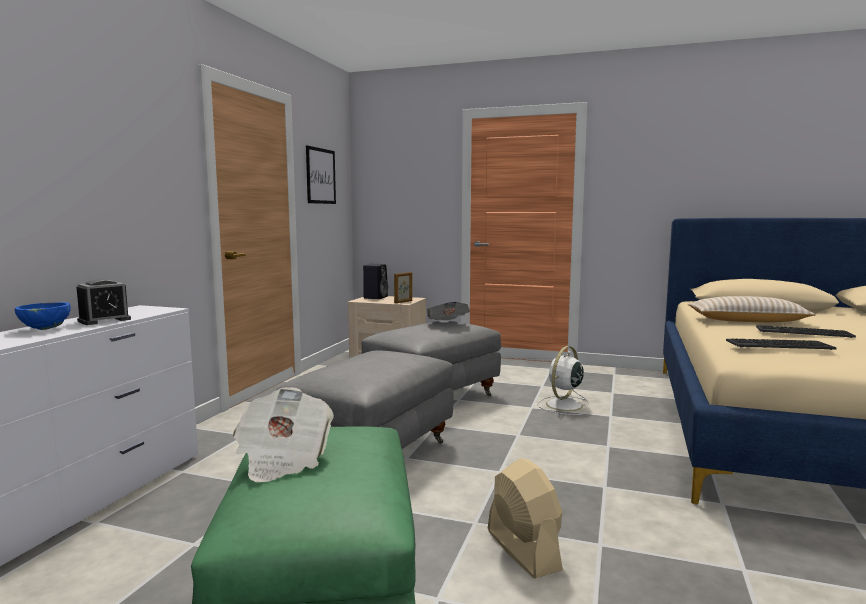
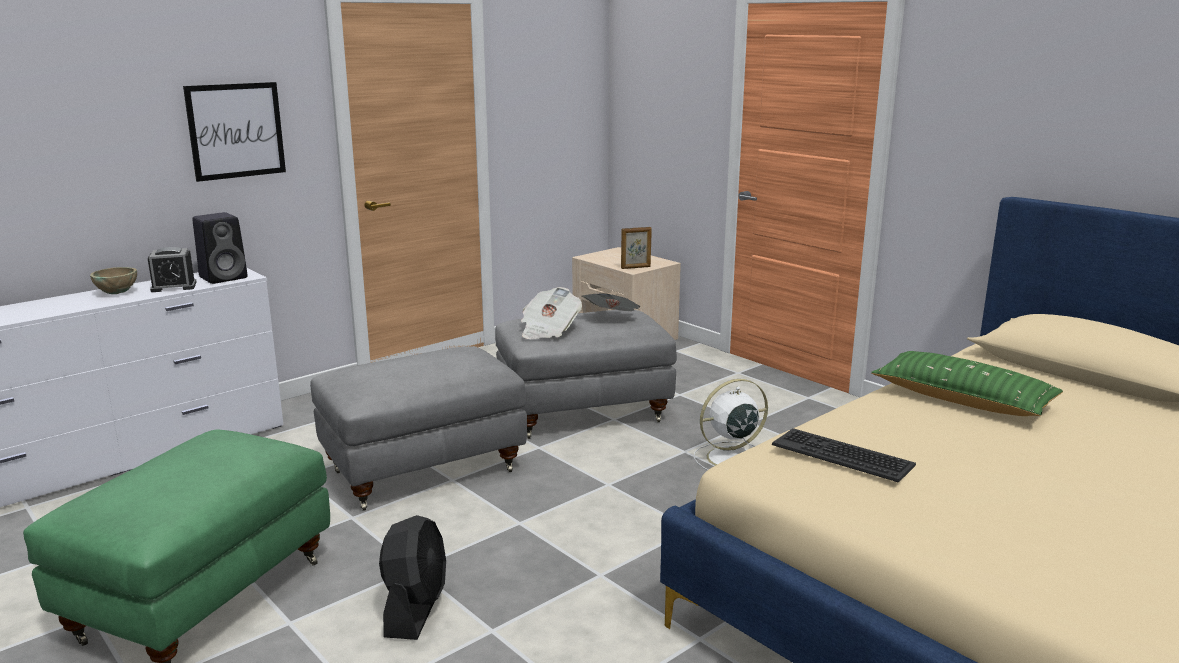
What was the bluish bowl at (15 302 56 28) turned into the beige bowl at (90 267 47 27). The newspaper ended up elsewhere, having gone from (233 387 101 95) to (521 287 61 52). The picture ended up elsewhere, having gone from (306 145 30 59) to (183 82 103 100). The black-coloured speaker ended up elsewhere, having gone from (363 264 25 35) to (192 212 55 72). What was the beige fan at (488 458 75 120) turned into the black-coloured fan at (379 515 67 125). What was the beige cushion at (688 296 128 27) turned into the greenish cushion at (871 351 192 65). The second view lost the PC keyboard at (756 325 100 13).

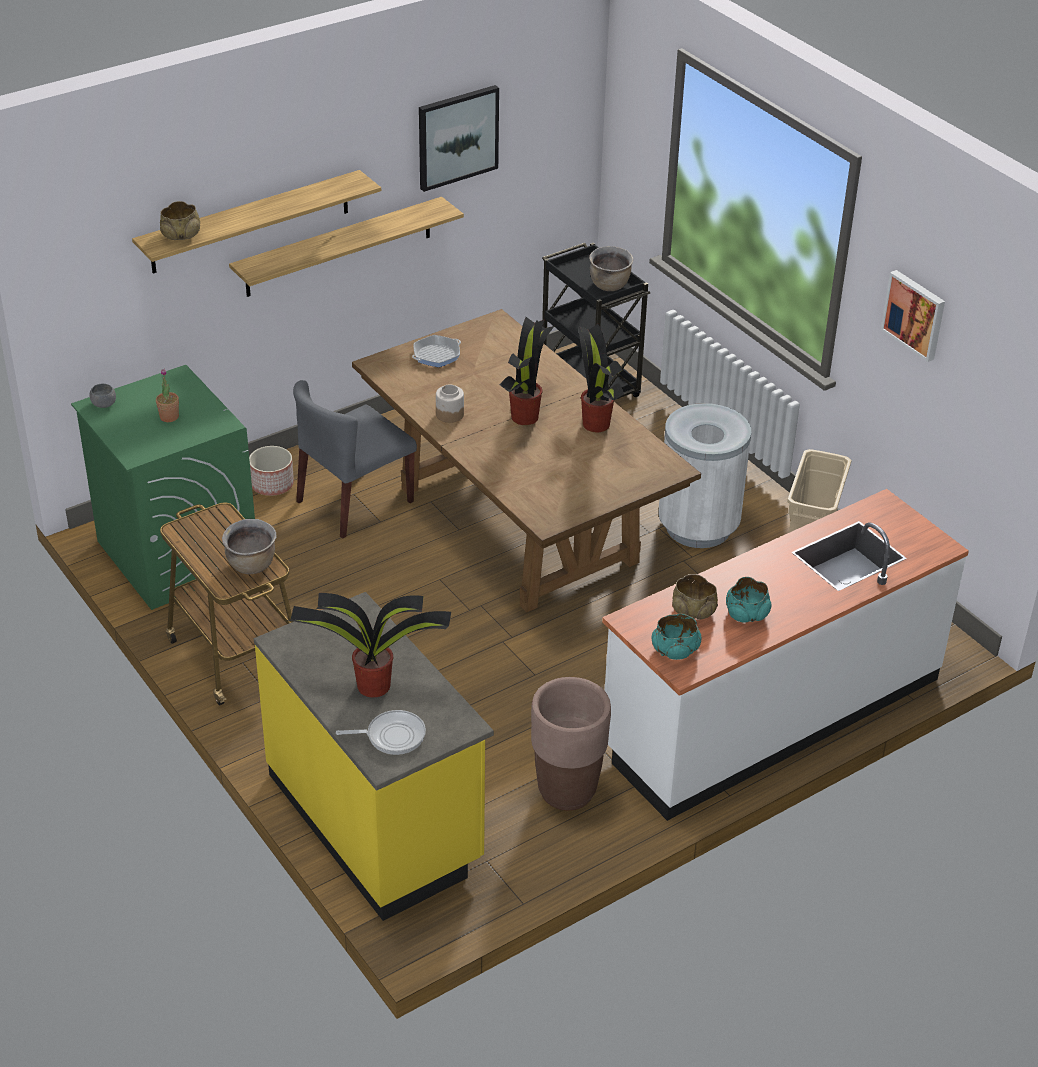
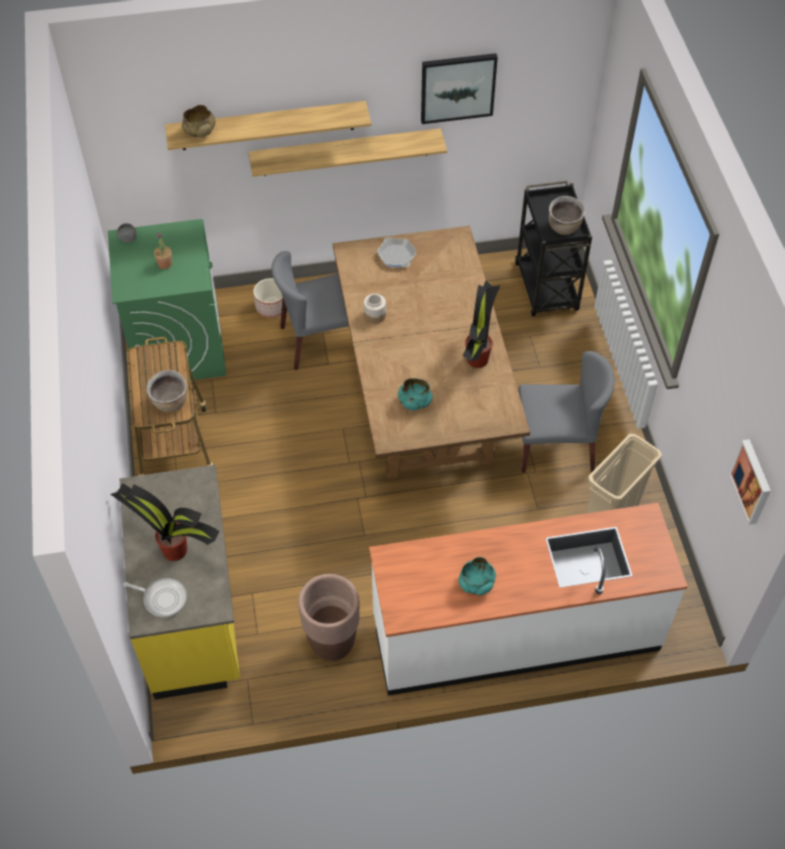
The frying pan at (412 335 49 32) ended up facing another way, 75 degrees clockwise from before. The second view lost the plant in a pot at (500 317 54 108). The turquoise-coloured bowl ended up elsewhere, having gone from (652 614 49 46) to (398 378 34 32). Where the white-coloured rubbish bin stood at (658 403 93 145), the gray plain chair came to stand at (518 351 97 122). The second view lost the beige bowl at (672 574 46 46). The picture ended up elsewhere, having gone from (881 270 64 92) to (729 439 42 86).

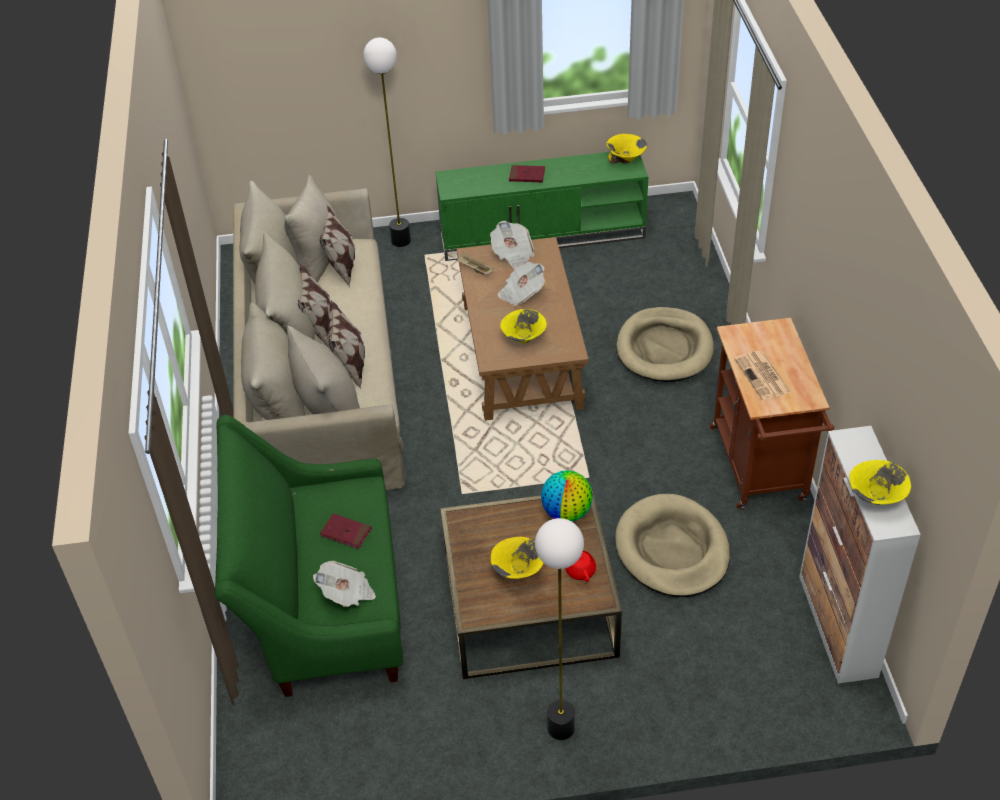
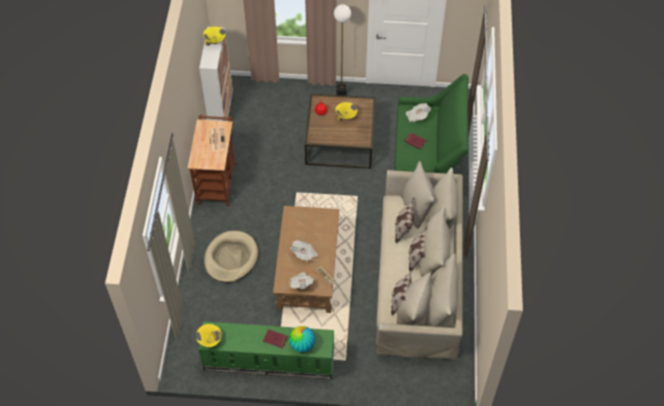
The second view lost the standard lamp at (363 38 48 209). The second view lost the yellow-coloured bowl at (500 309 47 34). The desk globe ended up elsewhere, having gone from (541 470 52 52) to (289 326 26 26). The second view lost the beige dog cushion at (615 494 115 103).

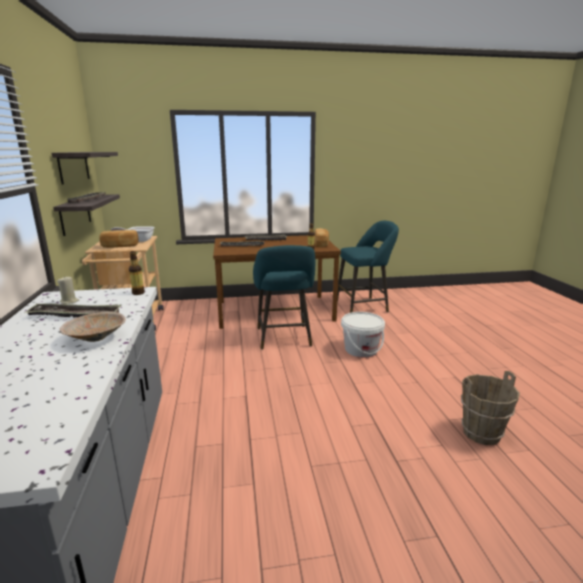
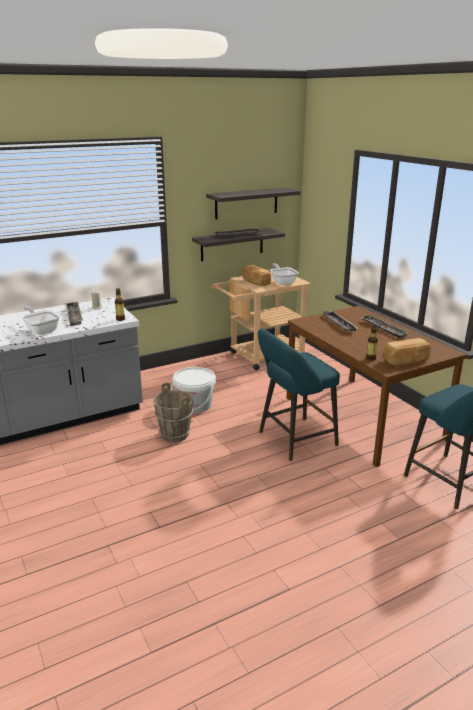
Where the beige bowl stood at (60 312 66 30), the frying pan came to stand at (22 306 38 29). The white-coloured water bucket ended up elsewhere, having gone from (341 312 44 45) to (171 367 45 47). The brown water bucket ended up elsewhere, having gone from (461 371 59 74) to (153 383 40 60).

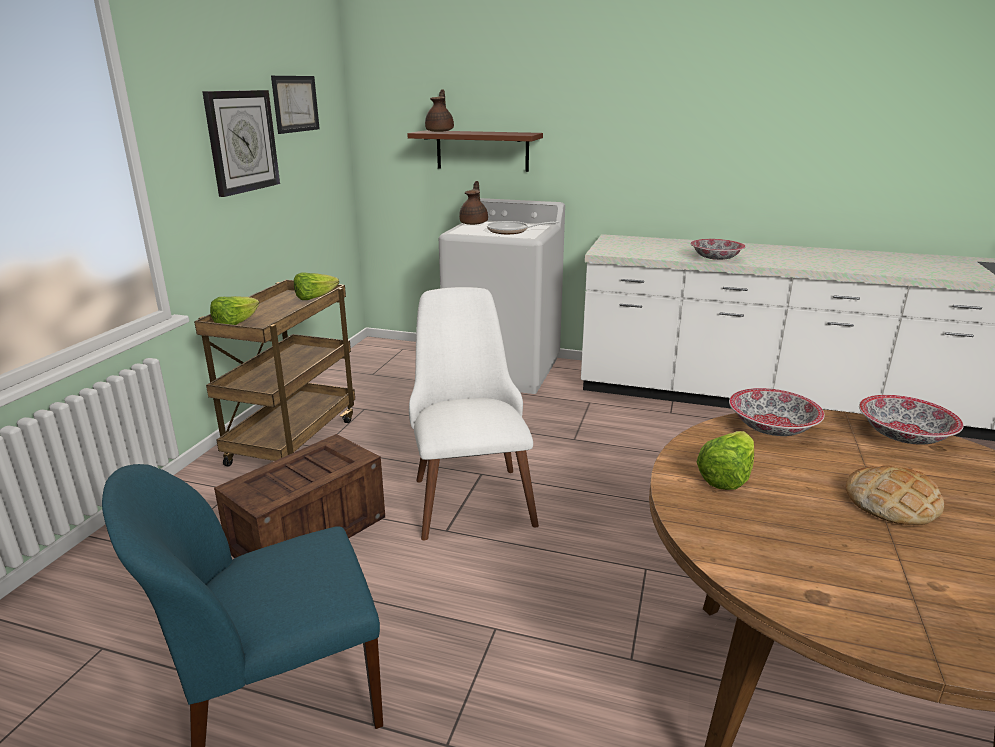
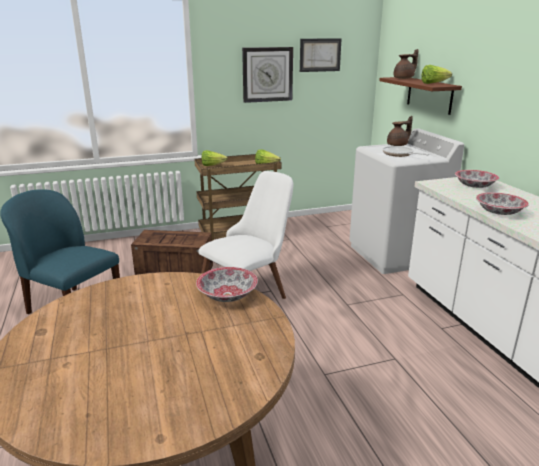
The lettuce head ended up elsewhere, having gone from (697 431 57 59) to (421 65 31 19). The second view lost the baked bread at (846 465 98 60). The bowl ended up elsewhere, having gone from (859 395 105 50) to (455 170 44 18).

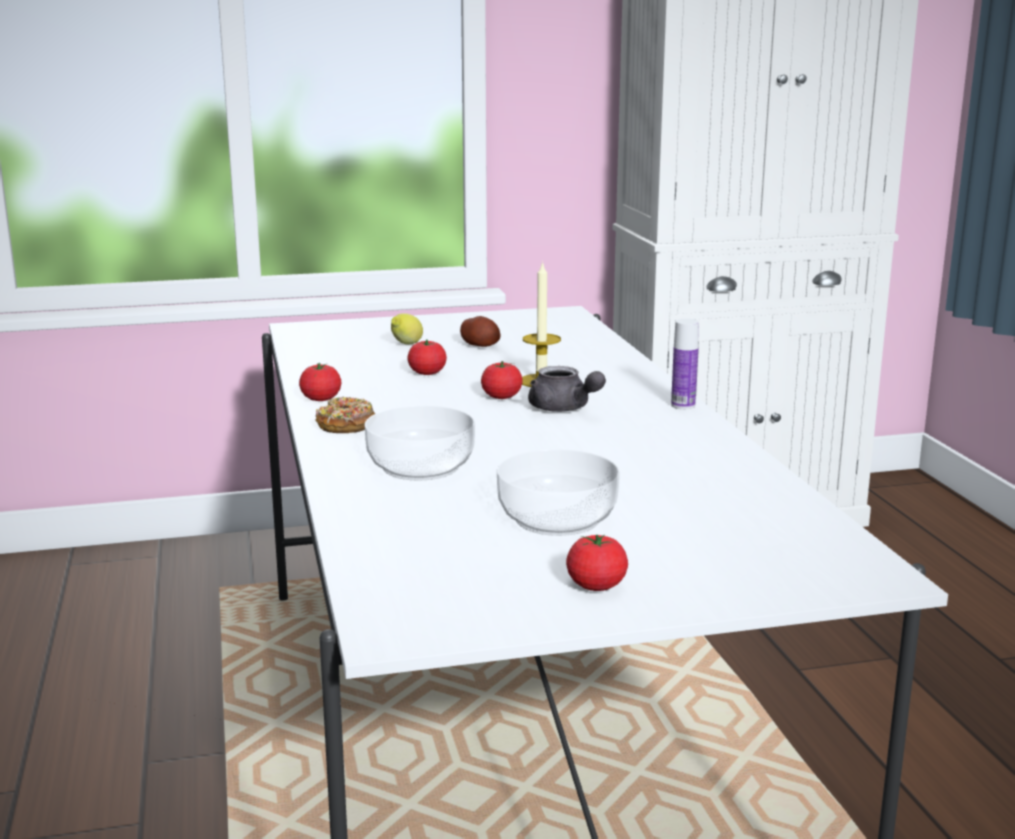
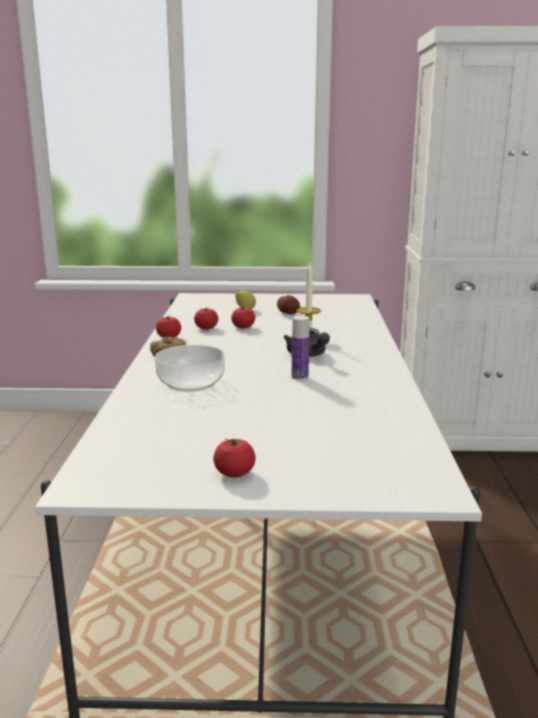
The whole tomato ended up elsewhere, having gone from (481 361 42 38) to (194 307 24 22). The second view lost the bowl at (497 449 123 87). The bottle ended up elsewhere, having gone from (671 319 28 90) to (292 316 17 64).

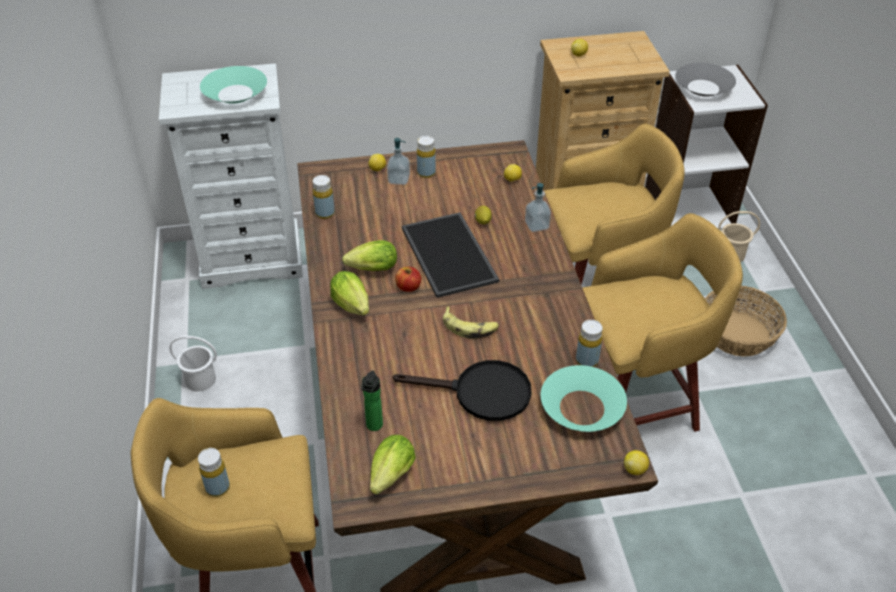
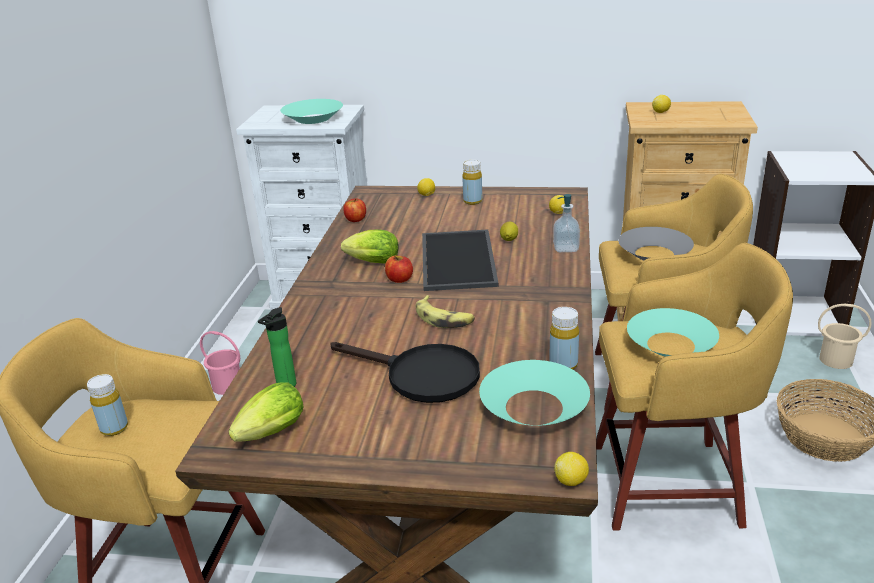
What was the white-coloured water bucket at (169 336 48 56) turned into the pink-coloured water bucket at (200 331 40 64). Where the yellow-coloured bottle stood at (313 175 22 44), the apple fruit came to stand at (343 198 23 24). The second view lost the lettuce head at (330 271 39 44). The second view lost the soap dispenser at (387 138 23 47). The gray bowl ended up elsewhere, having gone from (675 63 61 33) to (618 227 76 34). The second view gained the turquoise-coloured bowl at (627 308 92 49).

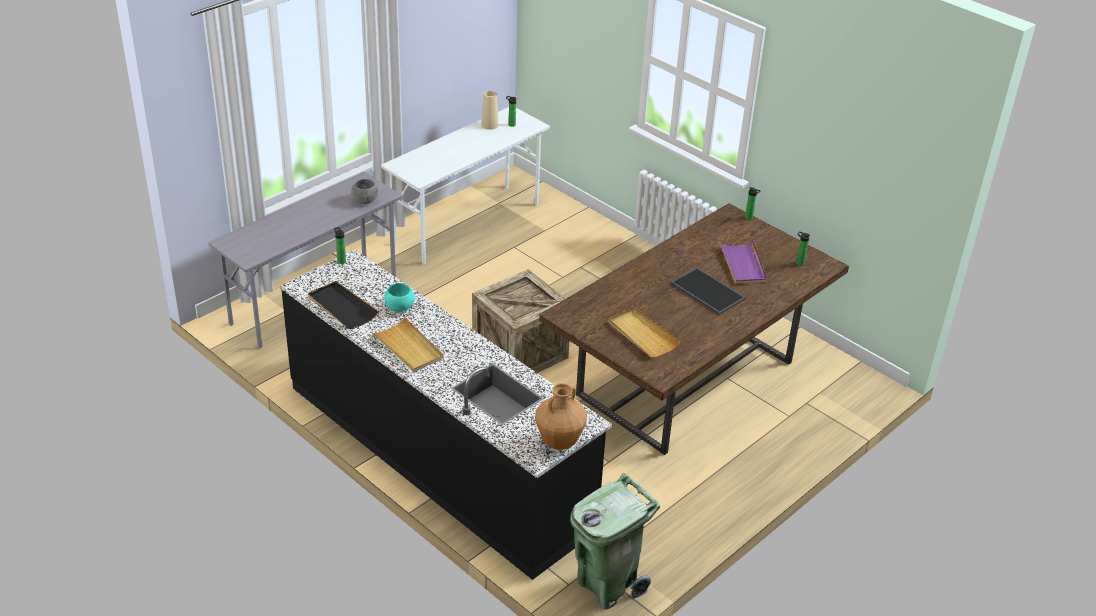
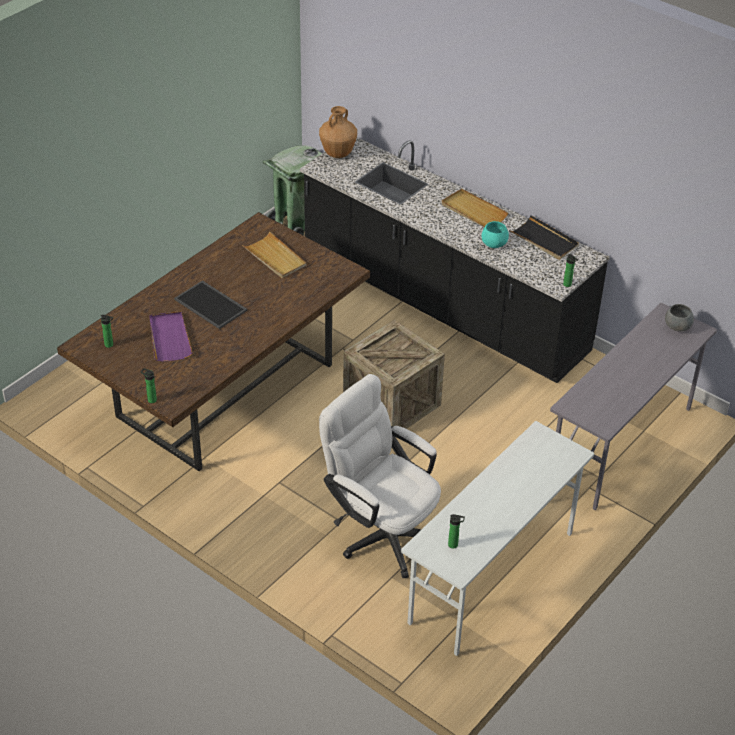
The gray bowl ended up elsewhere, having gone from (351 179 27 25) to (665 304 29 28). The second view lost the beige flower vase at (481 91 17 39). The second view gained the white-coloured computer chair at (319 374 122 204).

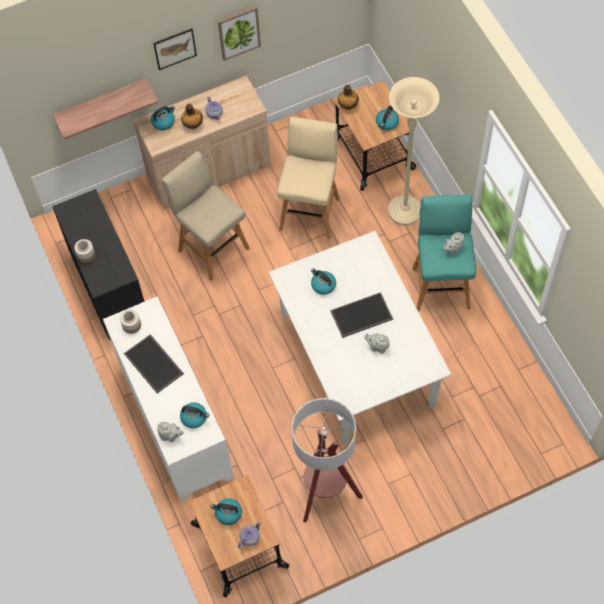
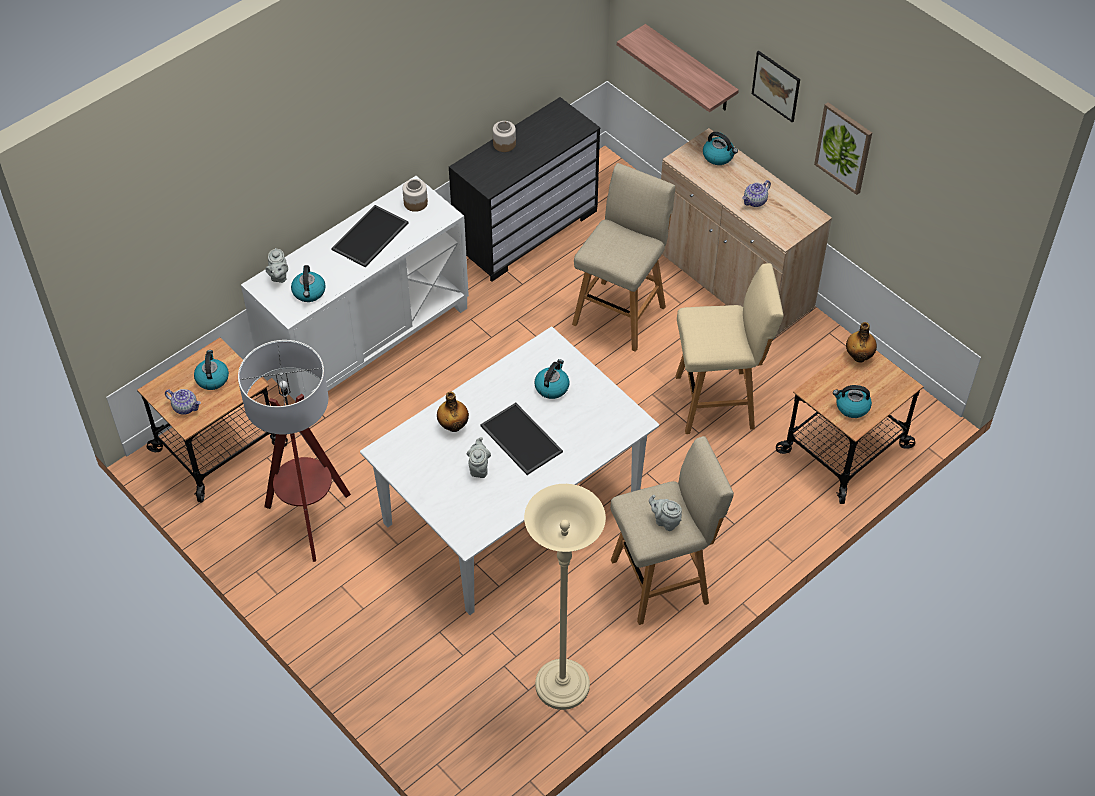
The bottle ended up elsewhere, having gone from (181 103 22 26) to (437 392 32 40). The beige standard lamp ended up elsewhere, having gone from (388 77 52 149) to (524 484 82 226). What was the turquoise-coloured sitting stool at (412 194 64 118) turned into the beige sitting stool at (610 436 124 189).

